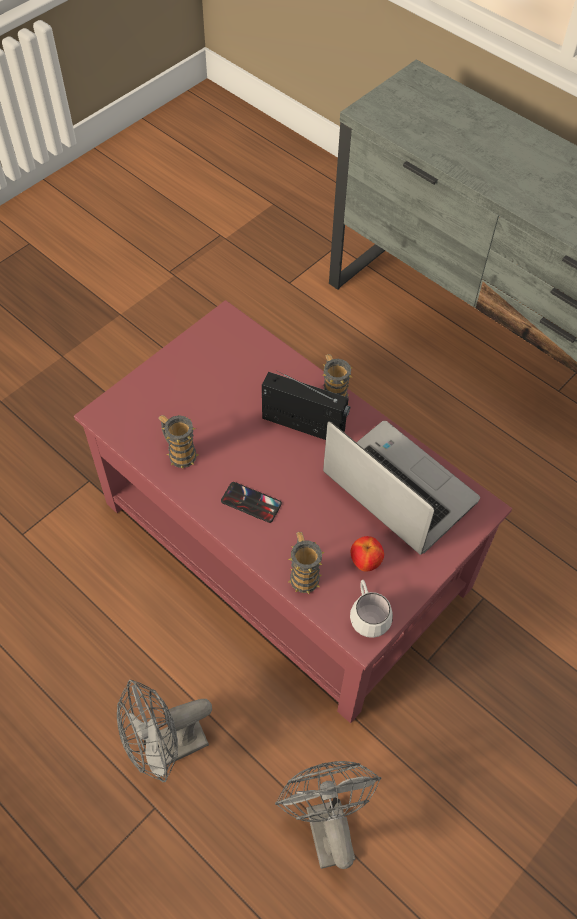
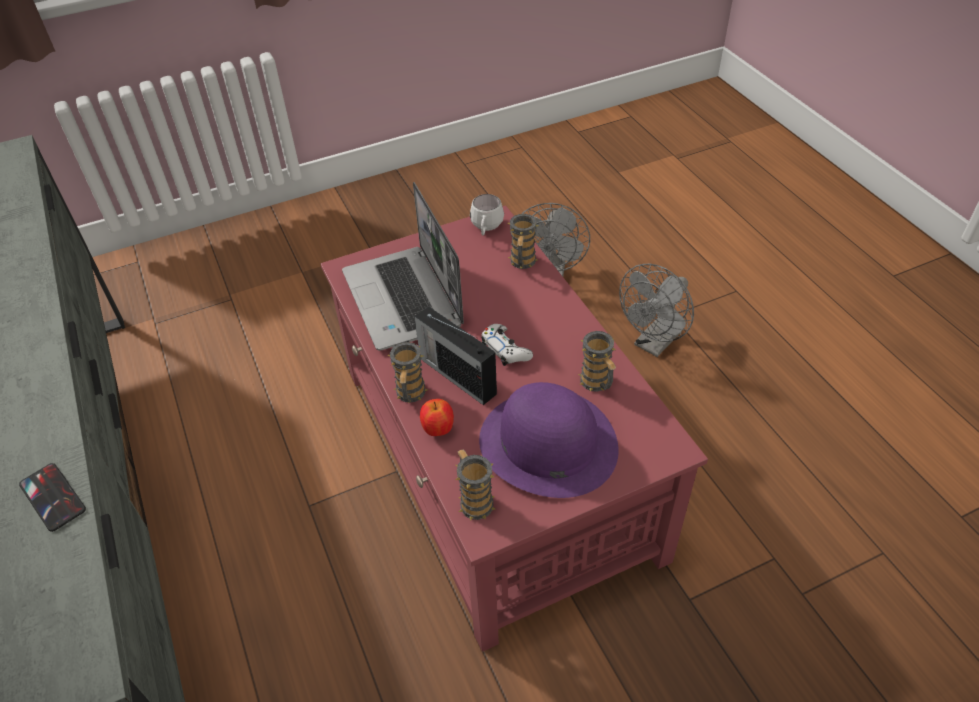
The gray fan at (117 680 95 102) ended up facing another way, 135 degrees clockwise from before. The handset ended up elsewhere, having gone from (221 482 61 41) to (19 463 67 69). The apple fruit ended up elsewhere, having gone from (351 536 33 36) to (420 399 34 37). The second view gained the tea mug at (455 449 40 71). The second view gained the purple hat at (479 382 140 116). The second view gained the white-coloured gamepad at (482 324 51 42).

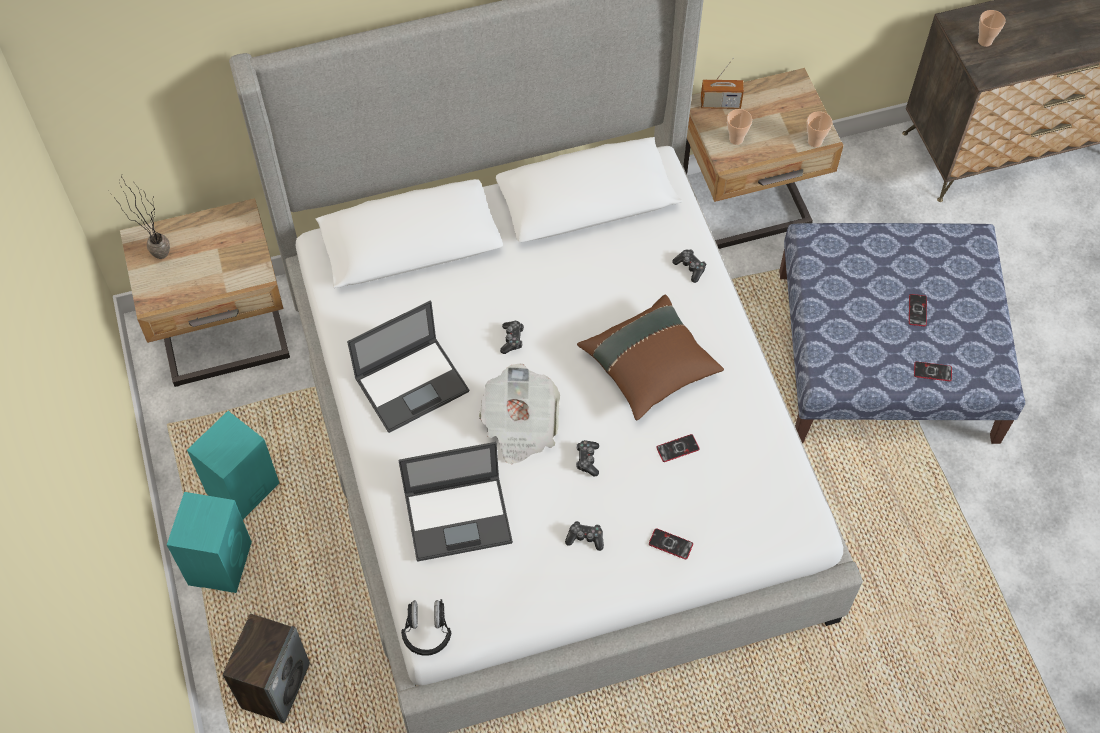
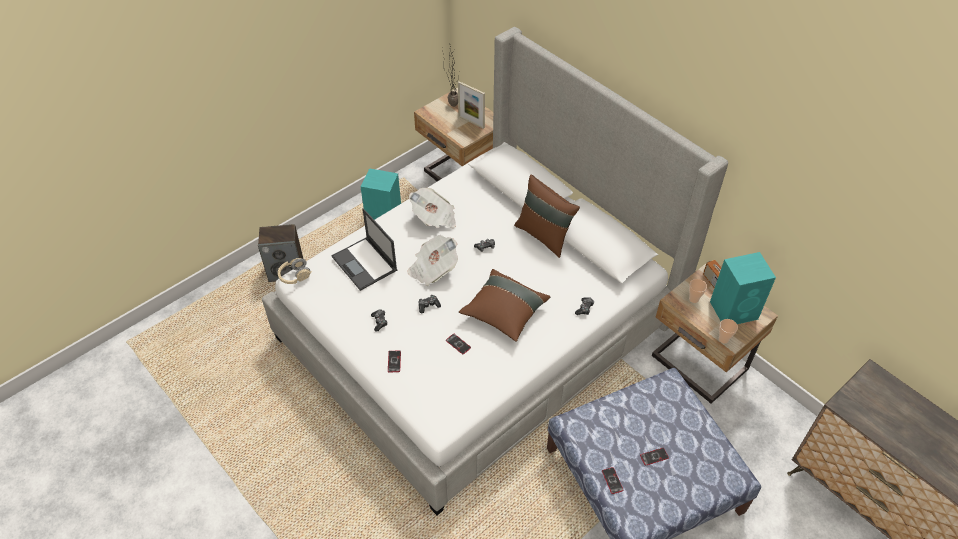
The turquoise-coloured speaker ended up elsewhere, having gone from (167 492 85 101) to (710 252 66 72). Where the laptop stood at (347 301 122 132), the newspaper came to stand at (409 188 47 40). What was the black-coloured headset at (401 599 50 57) turned into the beige headset at (278 258 34 26). The second view lost the drinking cup at (978 10 28 37). The second view gained the photo frame at (458 81 27 48). The second view gained the brown cushion at (514 175 66 83).

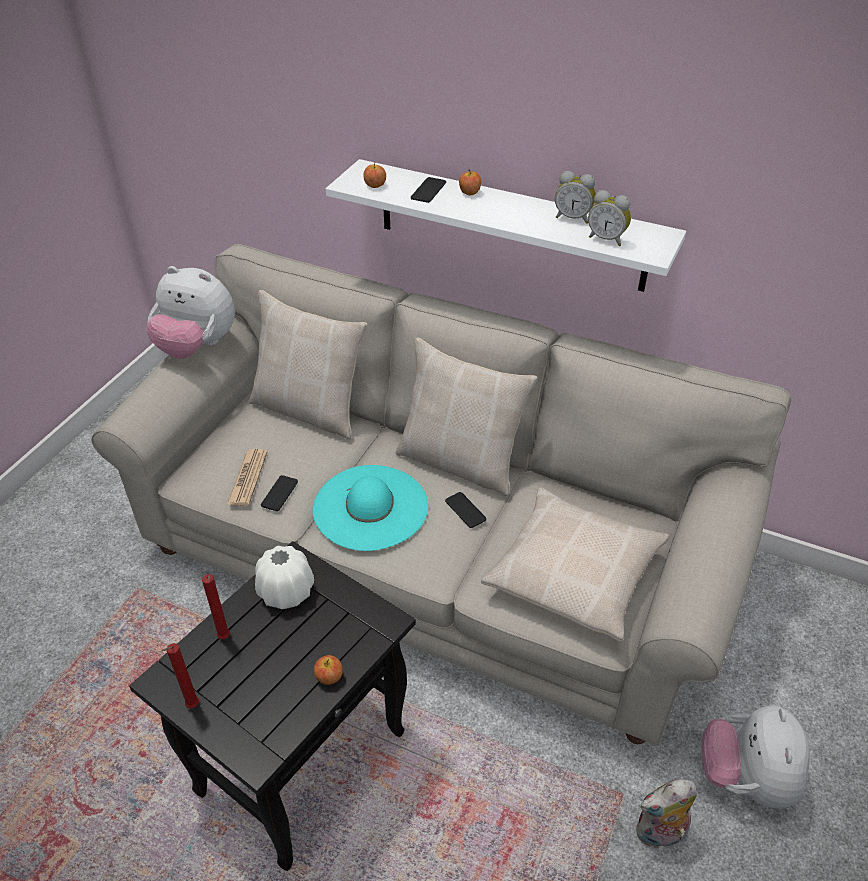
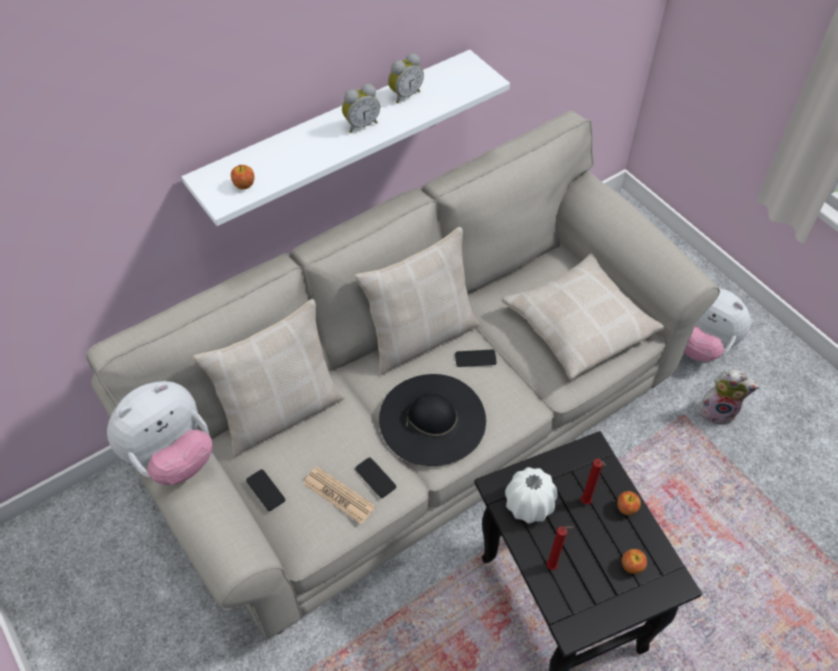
The red wax candle ended up elsewhere, having gone from (162 643 37 65) to (581 459 25 46). What was the turquoise-coloured hat at (312 465 116 86) turned into the black-coloured hat at (379 374 107 92). The handset ended up elsewhere, having gone from (411 177 35 26) to (246 469 39 42). The apple fruit ended up elsewhere, having gone from (459 169 23 26) to (622 549 25 25). The alarm clock ended up elsewhere, having gone from (588 190 43 56) to (342 84 38 49). The plush toy at (636 779 61 70) ended up facing another way, 90 degrees counterclockwise from before.

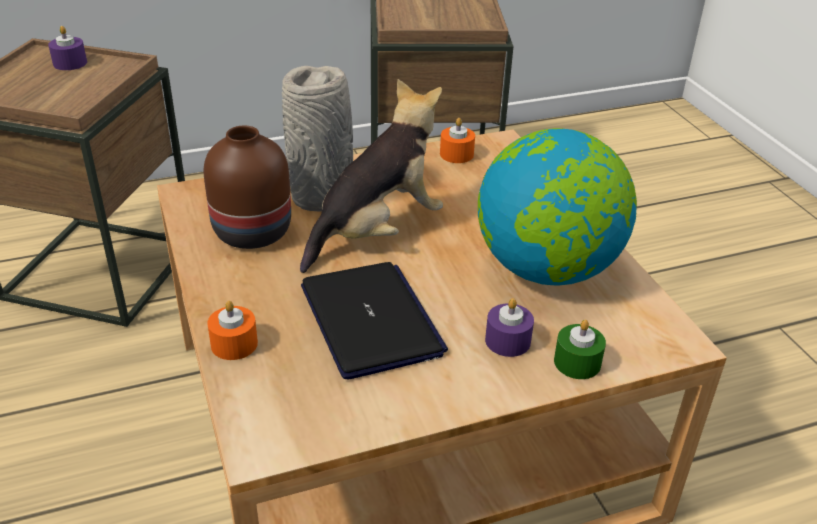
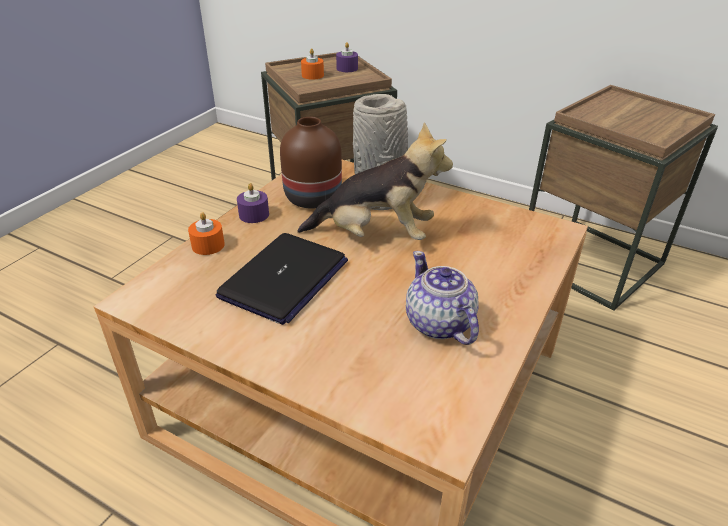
The orange-coloured wax candle ended up elsewhere, having gone from (440 118 35 45) to (301 48 23 32). Where the desk globe stood at (478 128 159 158), the pot for tea came to stand at (406 251 73 94). The purple wax candle ended up elsewhere, having gone from (485 298 49 59) to (237 183 32 40). The second view lost the greenish wax candle at (554 320 52 59).

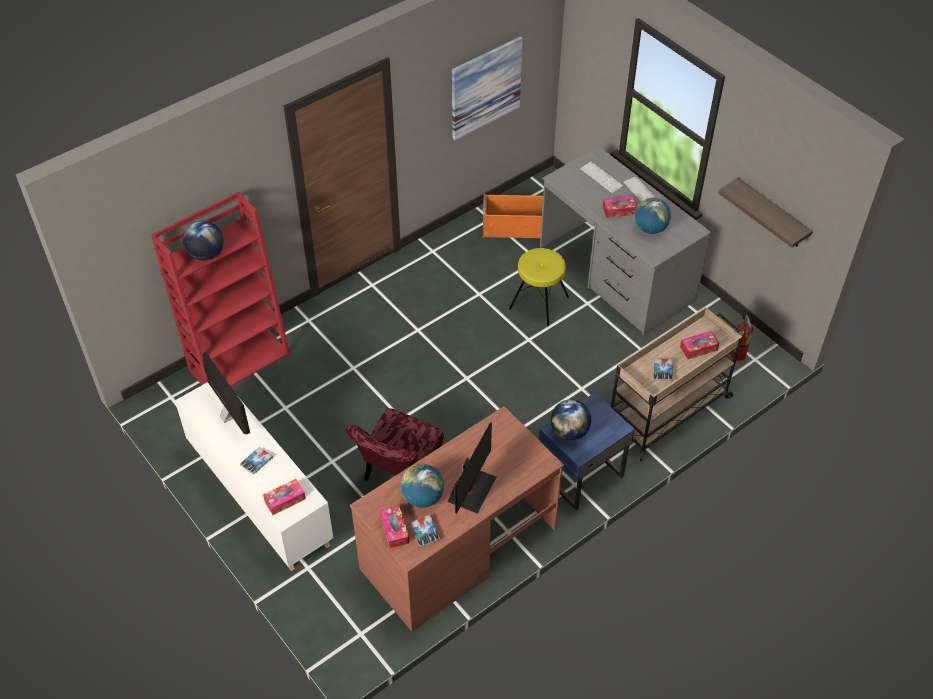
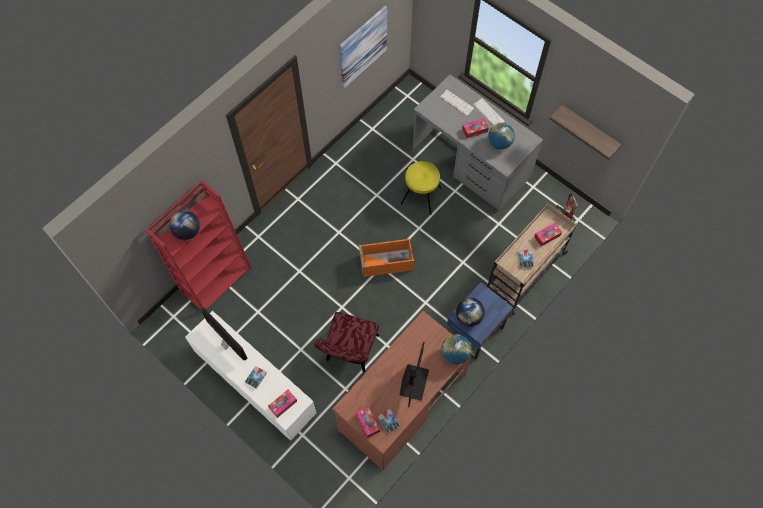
The desk globe ended up elsewhere, having gone from (401 464 44 44) to (441 334 30 30). The orange-coloured storage container ended up elsewhere, having gone from (483 193 60 45) to (359 239 55 39).

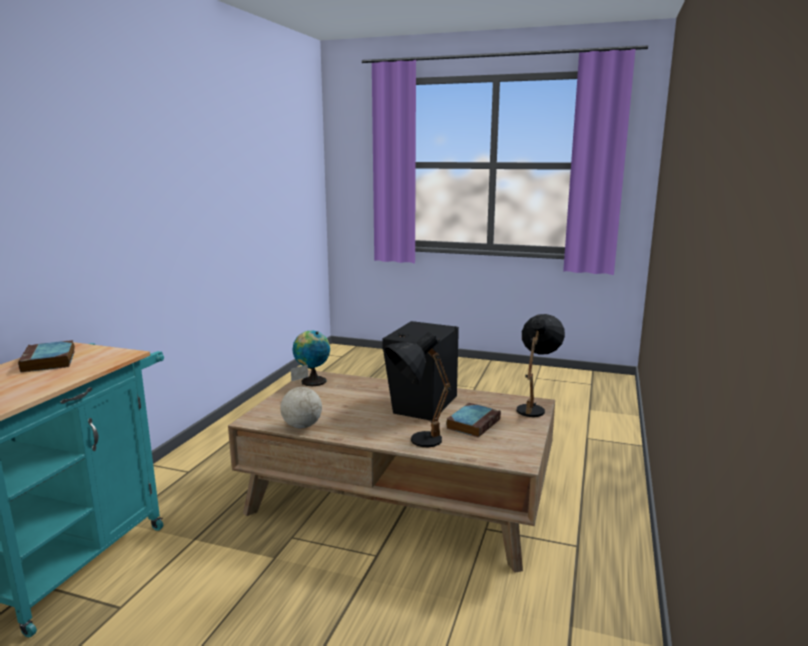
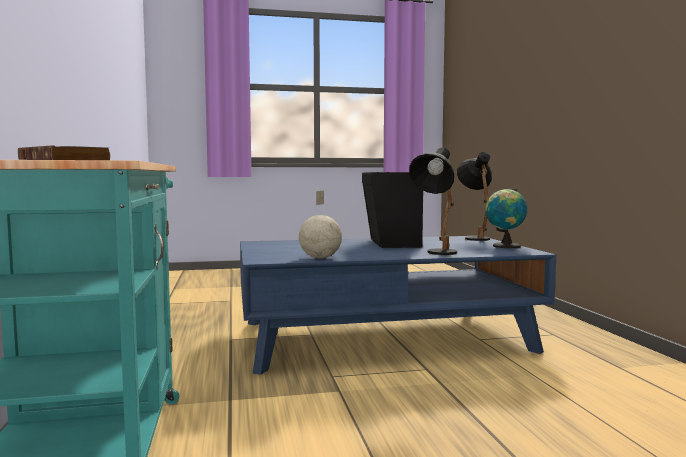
What was the brown lounge table at (228 370 327 203) turned into the bluish lounge table at (240 236 316 139). The desk globe ended up elsewhere, having gone from (292 330 38 56) to (485 189 42 59). The second view lost the bound book at (446 403 55 34).

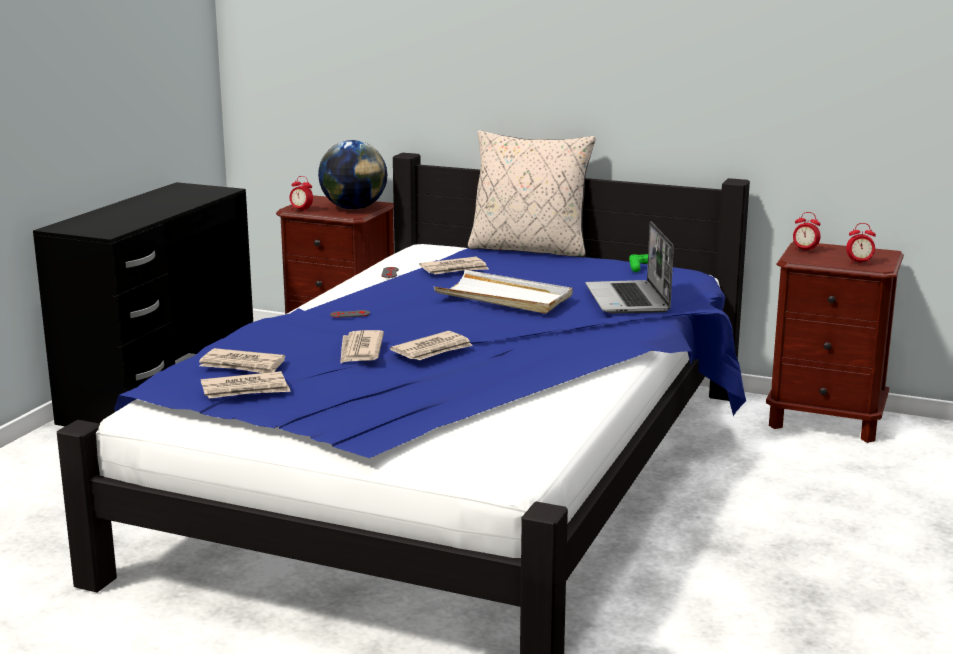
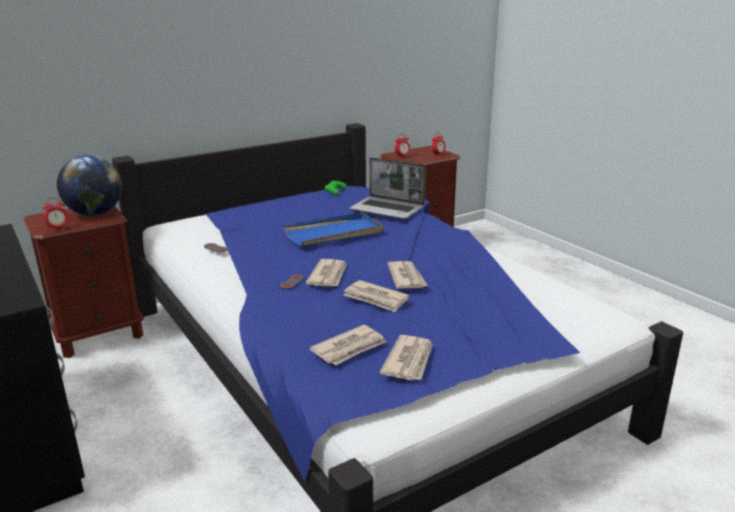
The newspaper ended up elsewhere, having gone from (419 257 70 17) to (306 259 41 28). What was the white-coloured tray at (434 270 139 43) turned into the bluish tray at (282 213 101 33). The second view lost the beige cushion at (468 130 128 128).

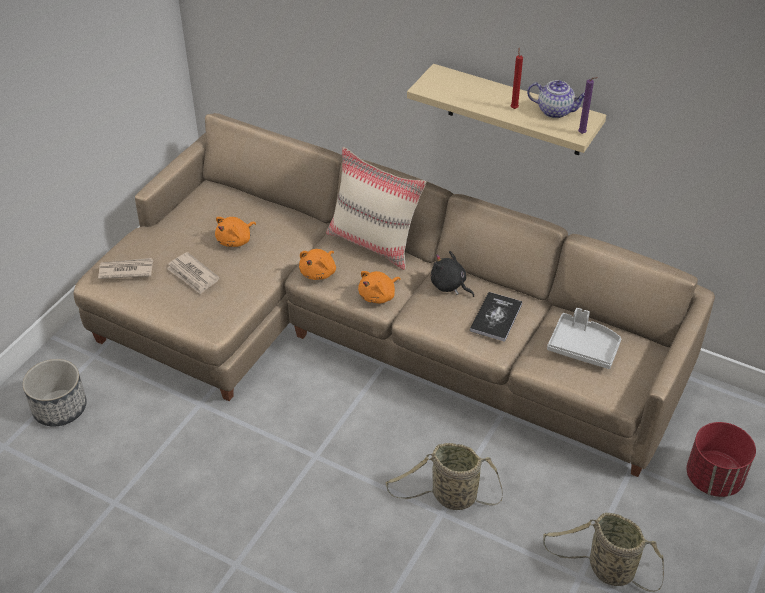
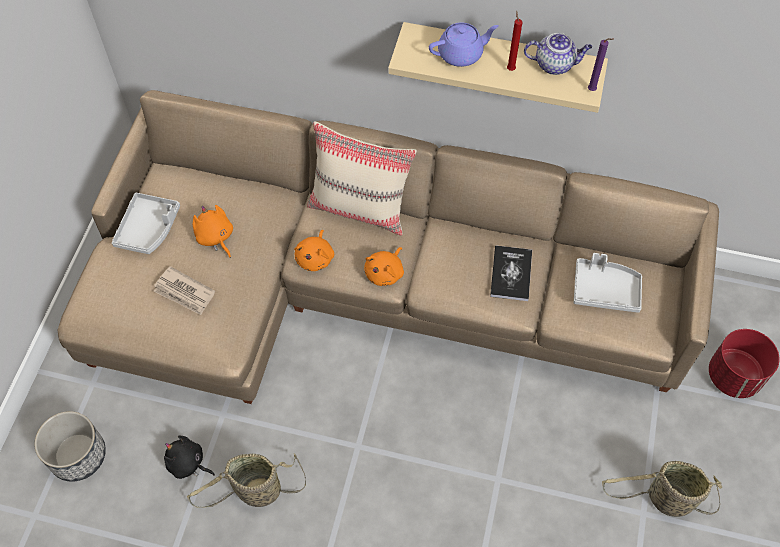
The second view lost the newspaper at (98 258 55 21). The orange-coloured plush toy at (215 217 41 30) ended up facing another way, 120 degrees clockwise from before. The storage basket ended up elsewhere, having gone from (386 443 117 67) to (187 453 119 55). The black-coloured plush toy ended up elsewhere, having gone from (431 251 43 46) to (164 436 51 43). The second view gained the gray tray at (112 193 68 61). The second view gained the purple pot for tea at (429 22 70 45).

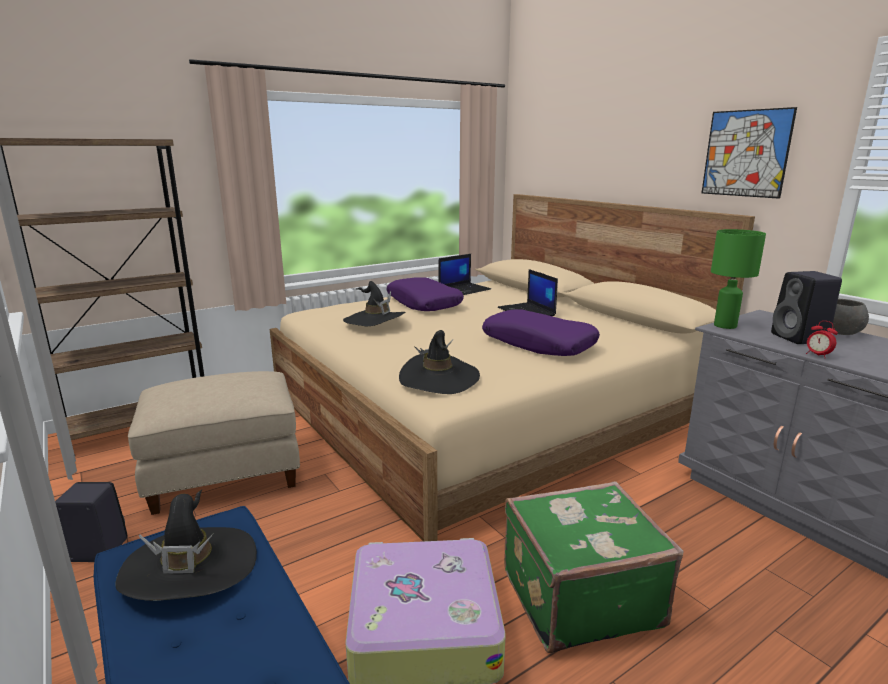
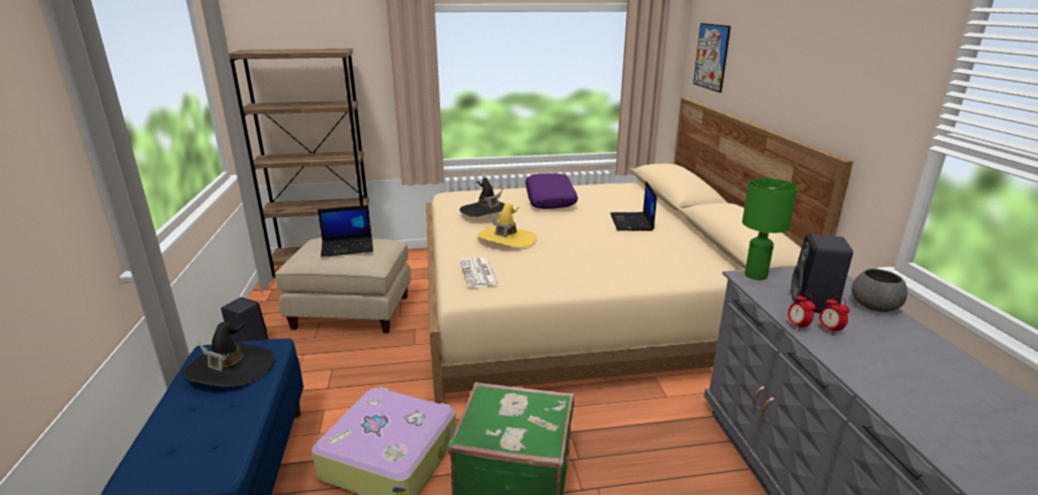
Where the black-coloured hat stood at (399 330 81 64), the newspaper came to stand at (460 257 39 31). The laptop ended up elsewhere, having gone from (439 254 52 41) to (317 205 56 52). The second view lost the purple cushion at (482 309 118 47). The picture ended up elsewhere, having gone from (702 107 95 92) to (693 23 38 70). The second view gained the yellow-coloured hat at (477 203 60 44). The second view gained the alarm clock at (818 296 32 39).

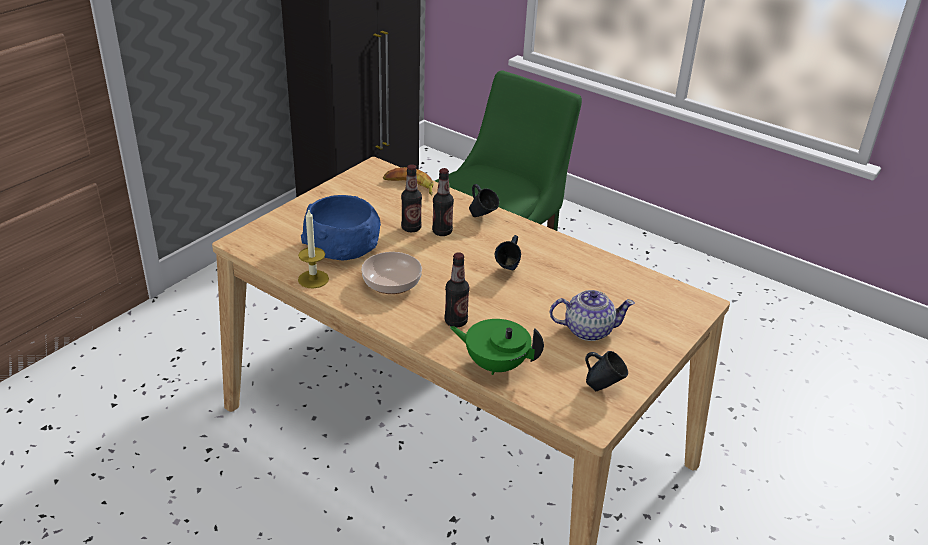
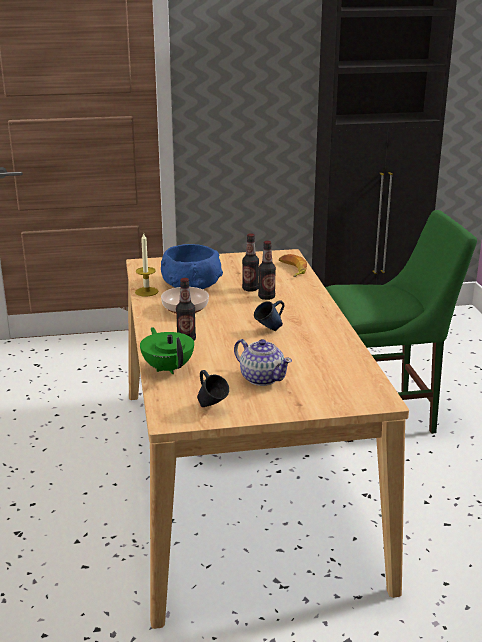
The second view lost the bluish tea mug at (469 184 30 33).

